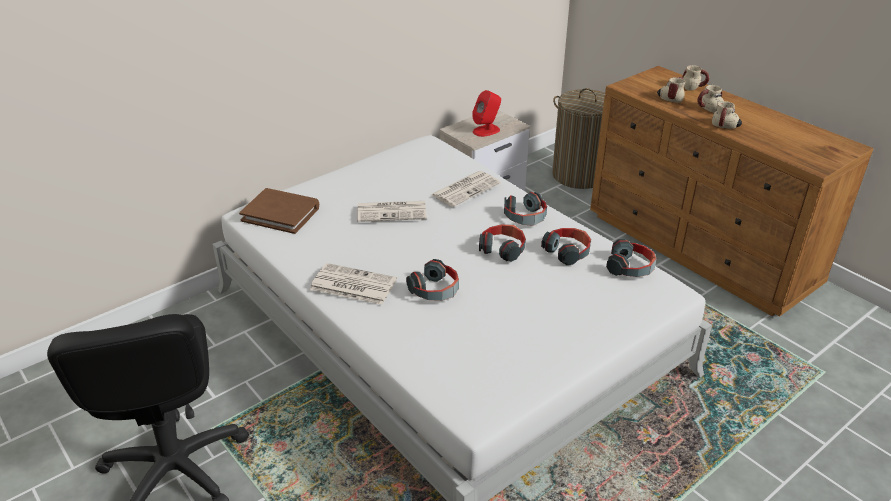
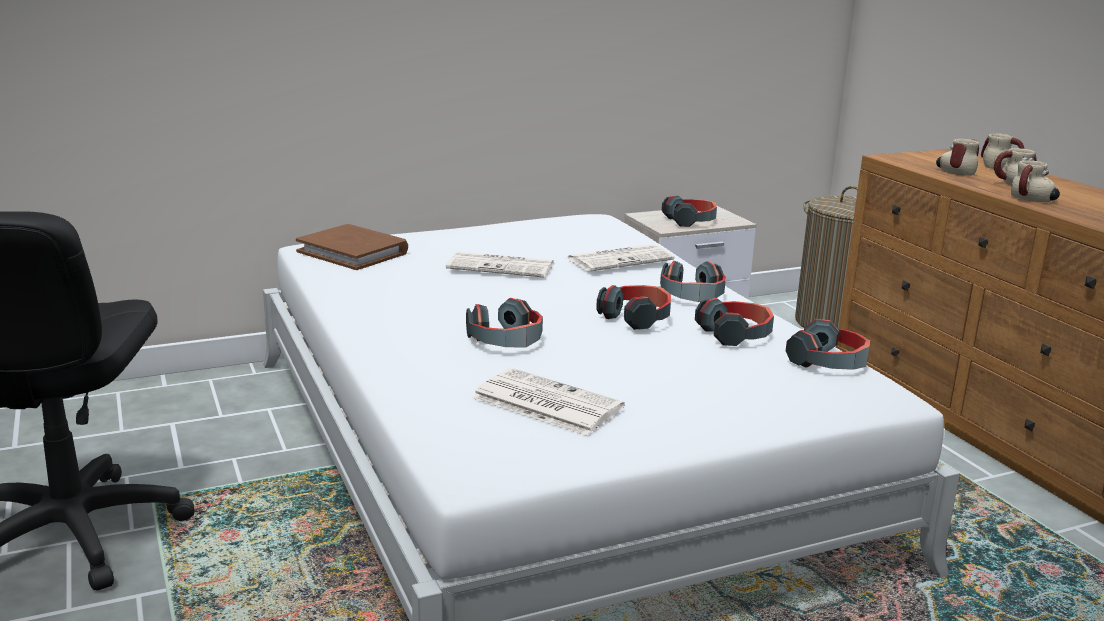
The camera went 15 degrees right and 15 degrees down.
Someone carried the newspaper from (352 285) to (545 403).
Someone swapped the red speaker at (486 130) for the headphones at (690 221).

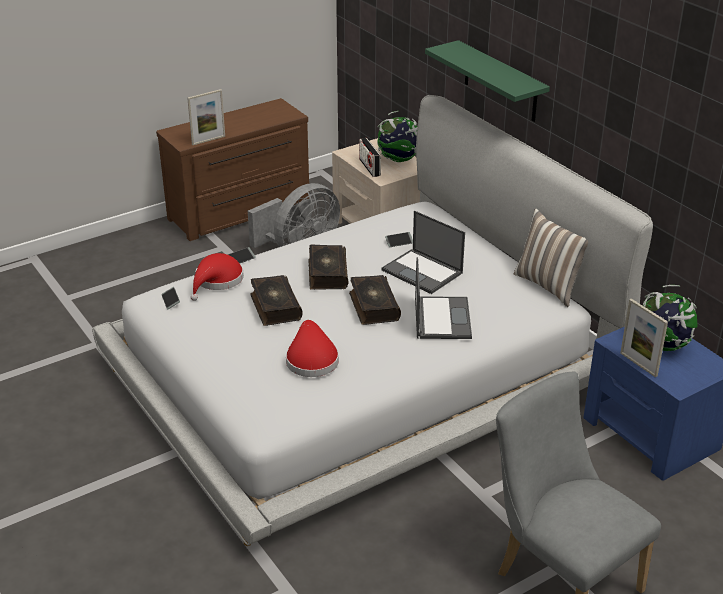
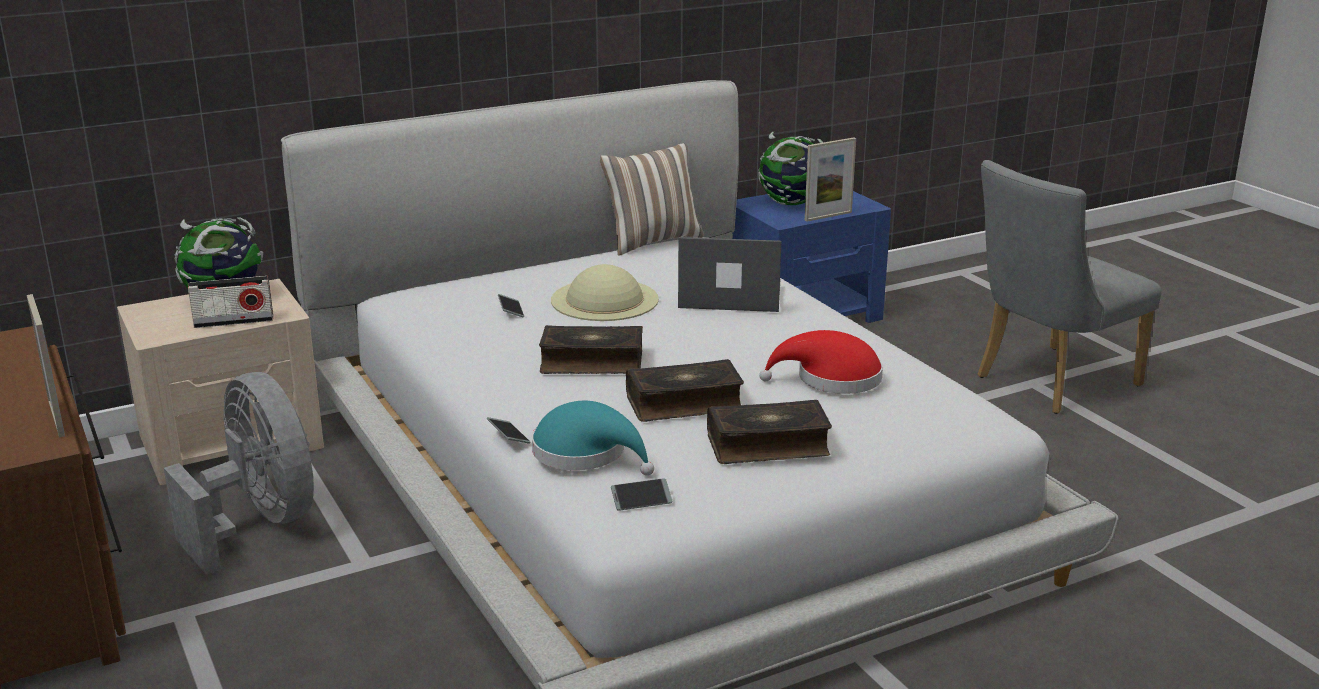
The camera went 85 degrees left and 10 degrees down.
Someone took away the green shelf at (500 82).
Someone carried the book from (373 306) to (768 445).
Someone swapped the laptop at (423 272) for the beige hat at (604 300).
Someone repainted the red hat at (217 281), which became the turquoise hat at (586 453).

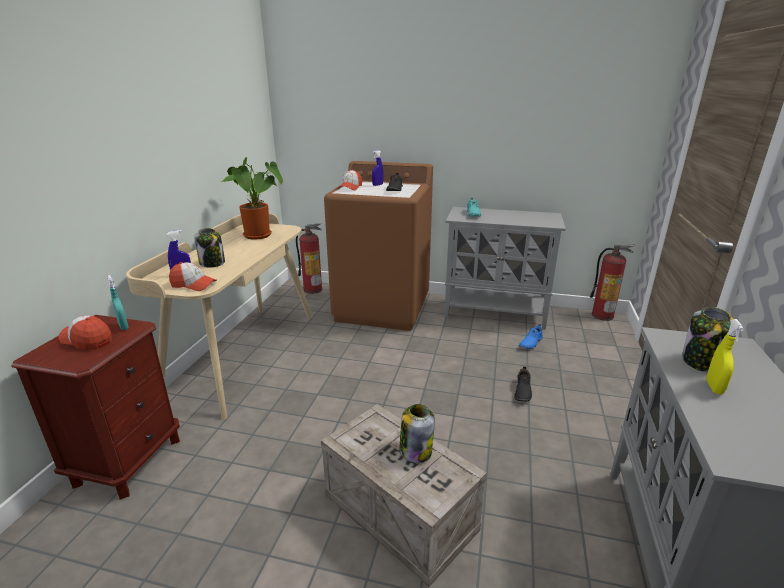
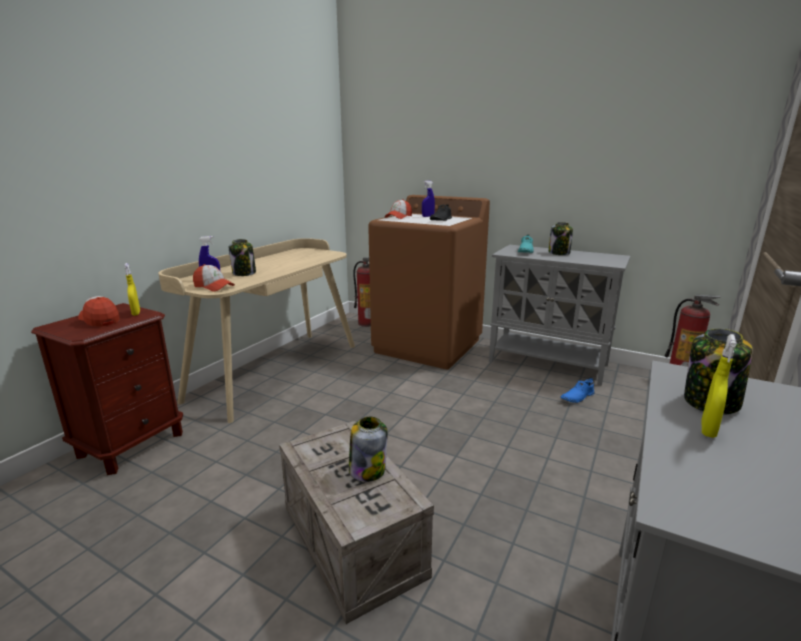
The camera went 15 degrees right and 5 degrees down.
Someone took away the potted plant at (260 236).
Someone took away the black shoe at (522 391).
Someone put down the jar at (559 253).
Someone repainted the turquoise spray bottle at (123 327), which became the yellow spray bottle at (136 313).

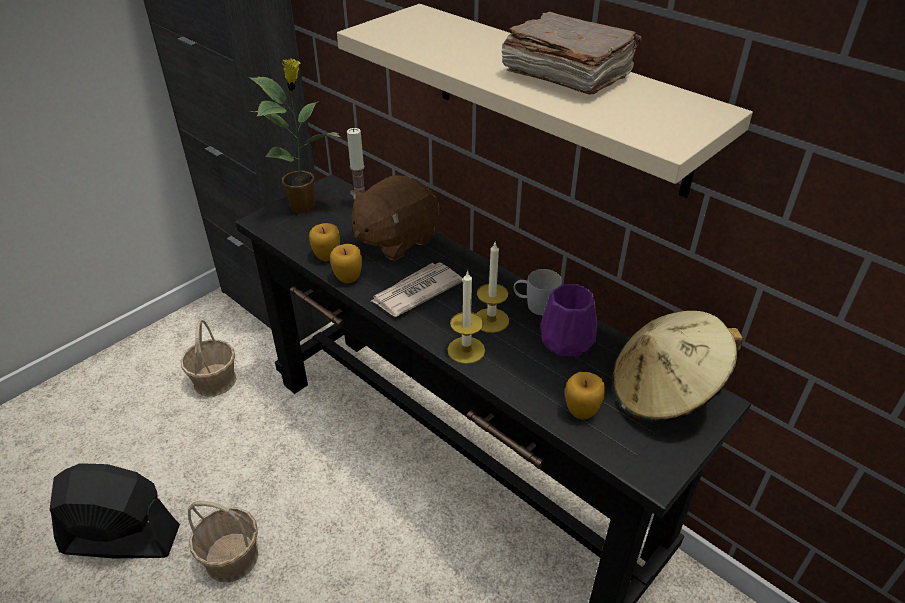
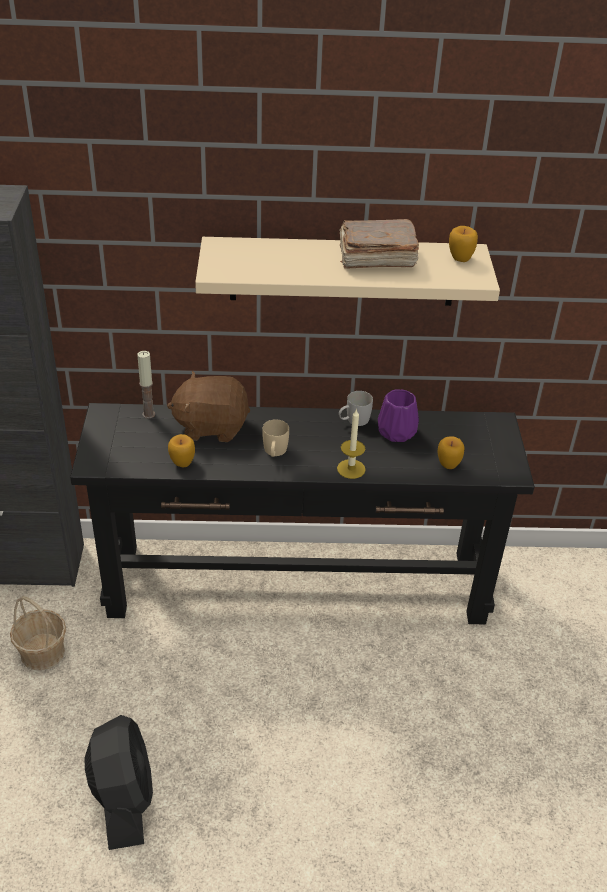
The camera went 45 degrees left and 0 degrees up.
Someone took away the basket at (232 558).
Someone took away the potted plant at (304 206).
Someone took away the candle at (491 320).
Someone took away the beige hat at (664 392).
Someone carried the apple from (348 278) to (460 258).
Someone swapped the newspaper at (415 292) for the beige mug at (274 452).
Someone rotated the black fan at (121 539) by 120 degrees clockwise.
Someone rotated the brown plush toy at (395 239) by 90 degrees clockwise.

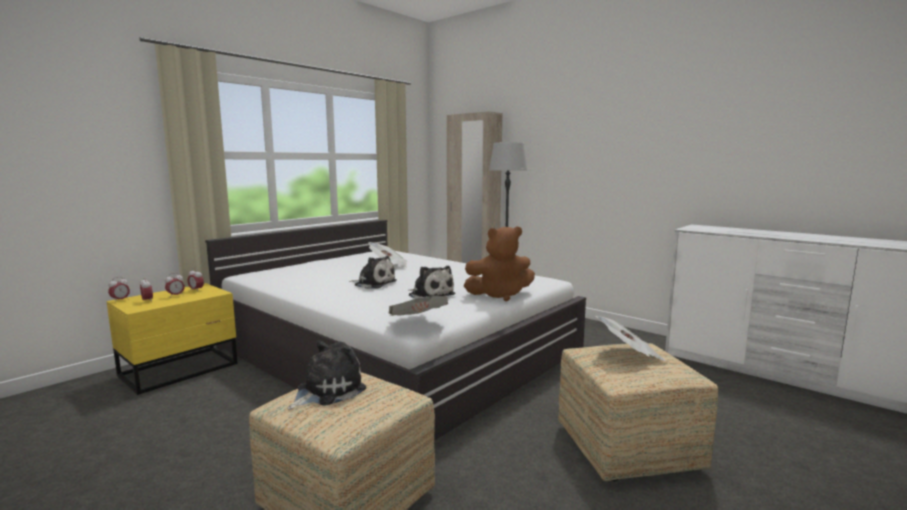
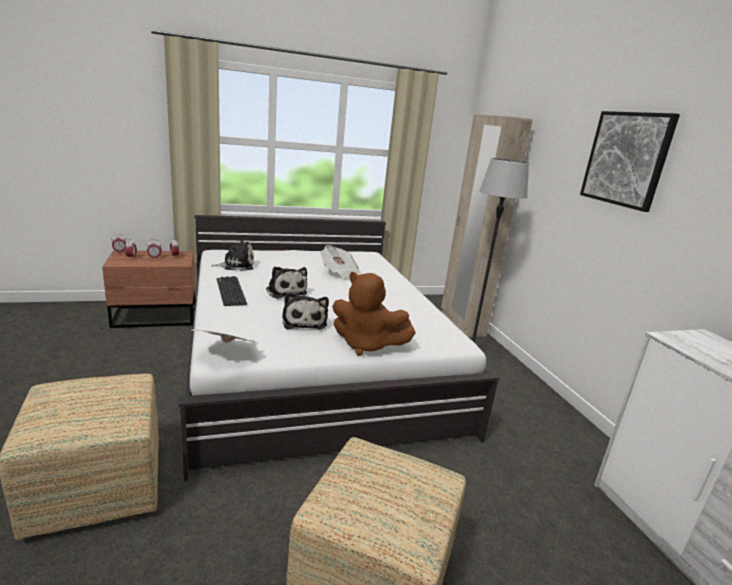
The camera went 30 degrees right and 10 degrees up.
Someone took away the newspaper at (629 355).
Someone put down the keyboard at (230 291).
Someone put up the picture at (626 159).
Someone carried the plush toy from (327 391) to (236 265).
Someone repainted the yellow nightstand at (181 370), which became the brown nightstand at (156 317).

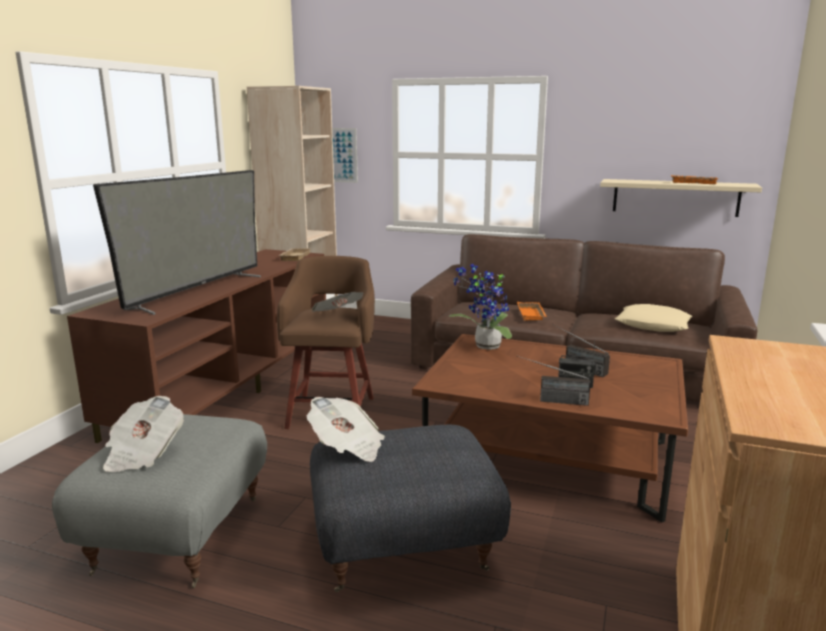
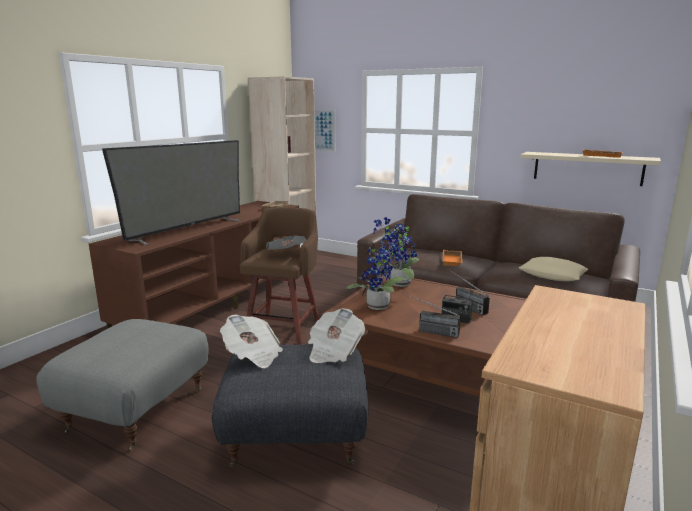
The camera went 10 degrees right and 0 degrees up.
Someone put down the potted plant at (380 307).
Someone carried the newspaper from (143 454) to (333 351).

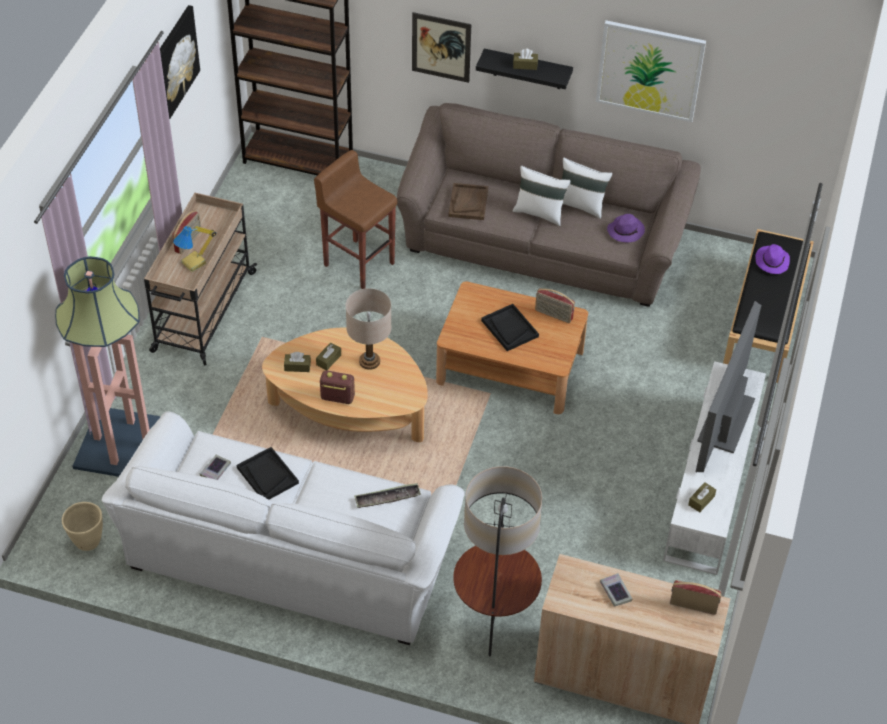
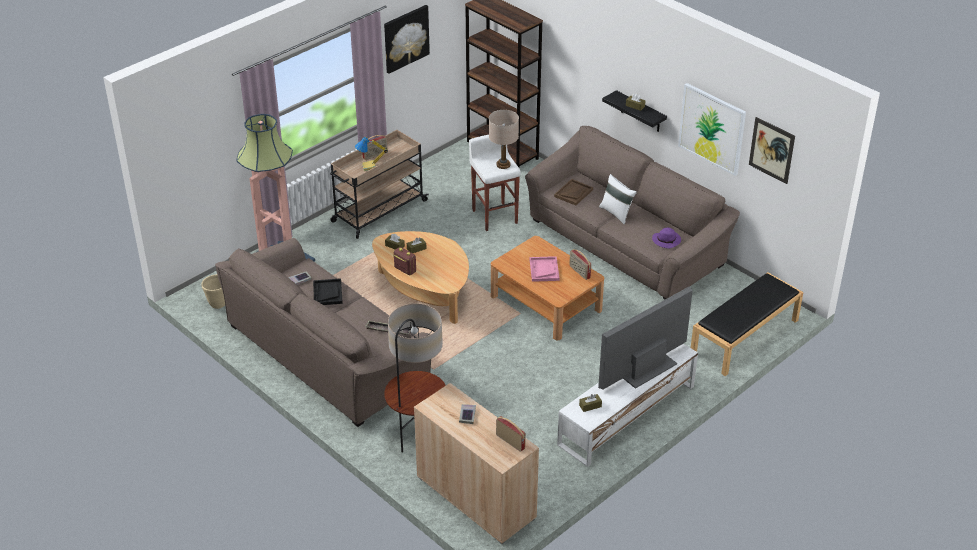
The camera went 30 degrees right and 10 degrees down.
Someone took away the white pillow at (580 205).
Someone took away the purple hat at (772 261).
Someone carried the beige table lamp from (369 361) to (503 165).
Someone carried the picture from (441 47) to (771 150).
Someone repainted the white sofa at (291 552), which became the brown sofa at (328 352).
Someone repainted the brown stool at (358 263), which became the white stool at (495 216).
Someone repainted the black tray at (509 328), which became the pink tray at (544 270).

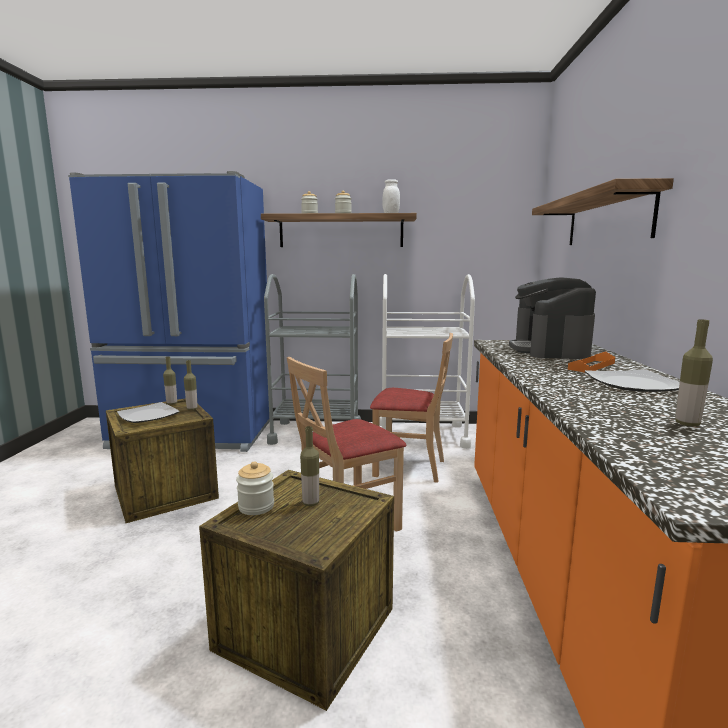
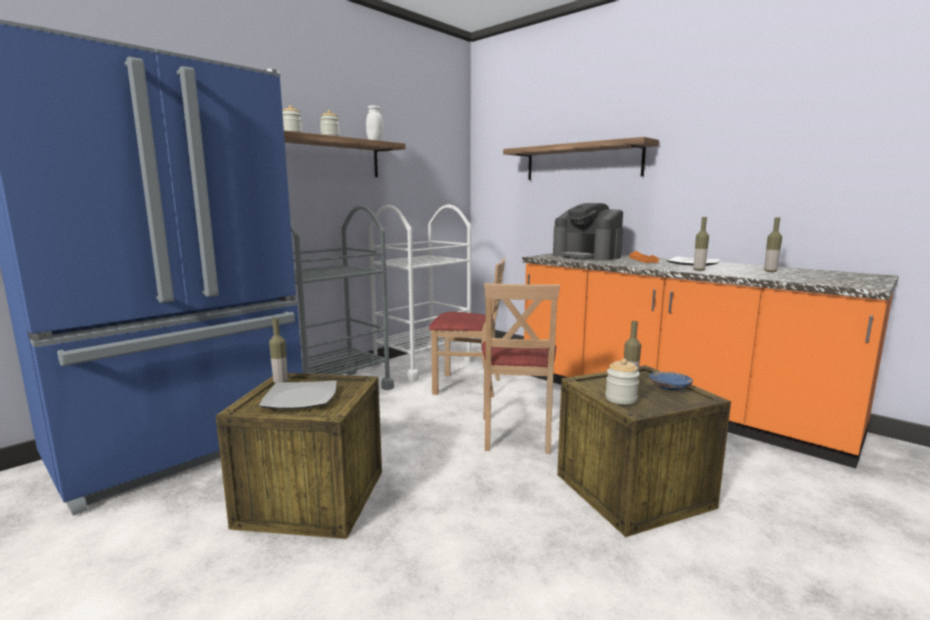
The camera went 50 degrees left and 0 degrees up.
Someone put down the blue plate at (669 387).
Someone carried the bottle from (192 409) to (699 270).
Someone rotated the beige chair at (409 467) by 45 degrees clockwise.

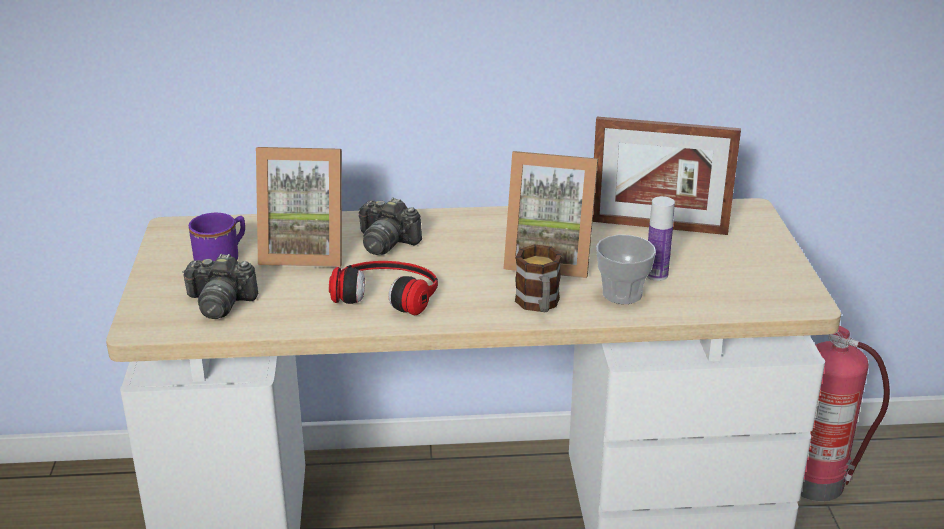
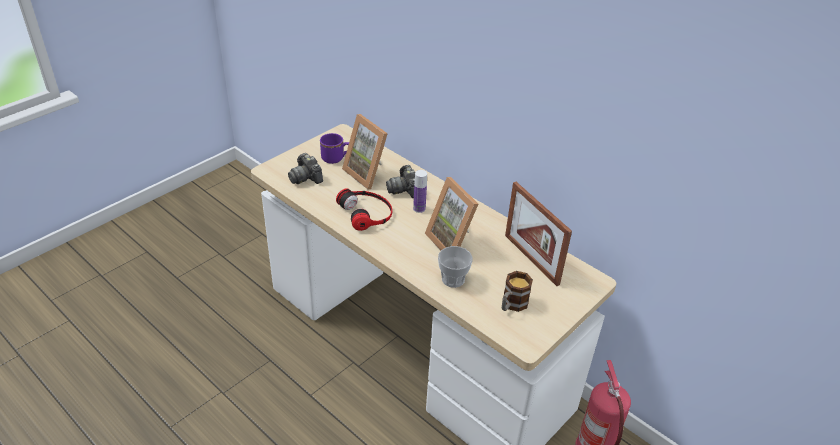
The camera went 45 degrees right and 10 degrees up.
Someone carried the mug from (539 305) to (512 305).
Someone carried the bottle from (656 274) to (419 209).

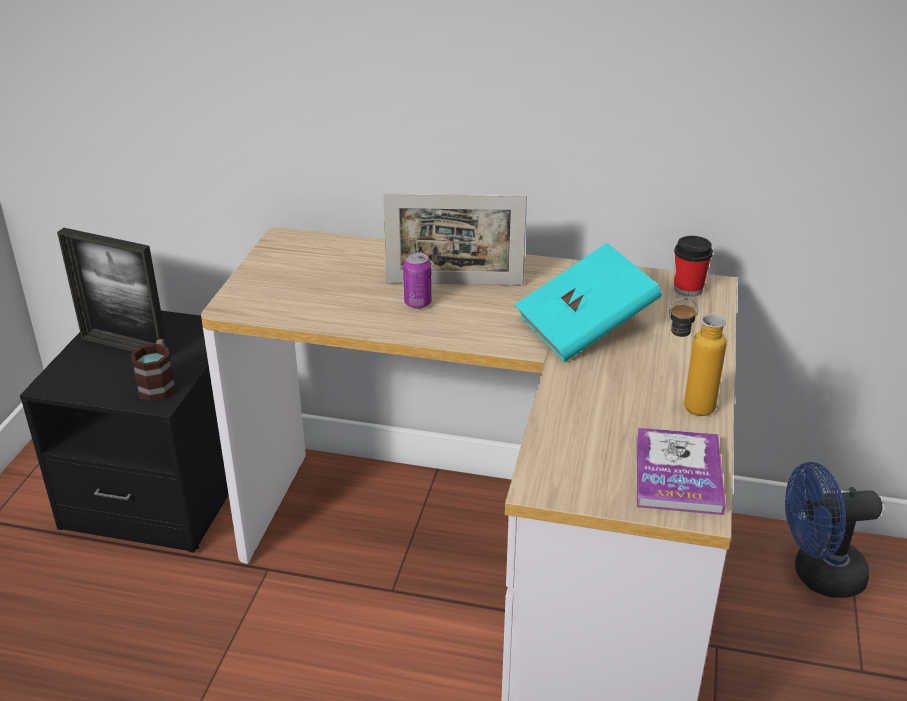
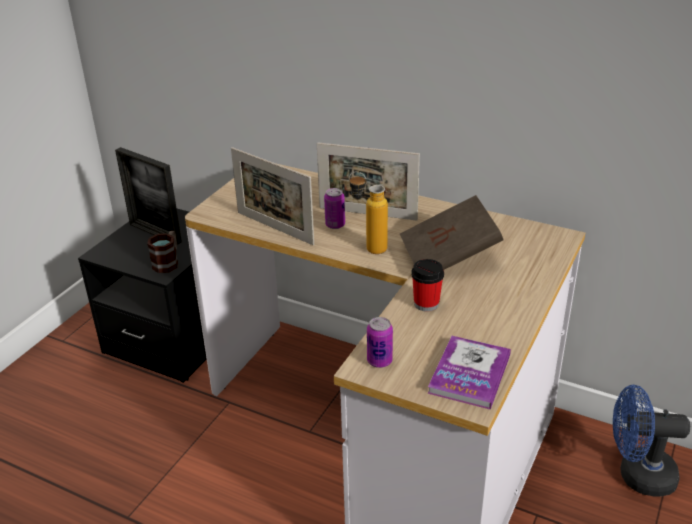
The camera went 15 degrees right and 0 degrees up.
Someone put down the picture frame at (274 228).
Someone put down the can at (379 361).
Someone carried the bottle from (685 407) to (368 248).
Someone carried the cup from (688 289) to (426 304).
Someone repainted the turquoise book at (585 328), which became the brown book at (448 257).

